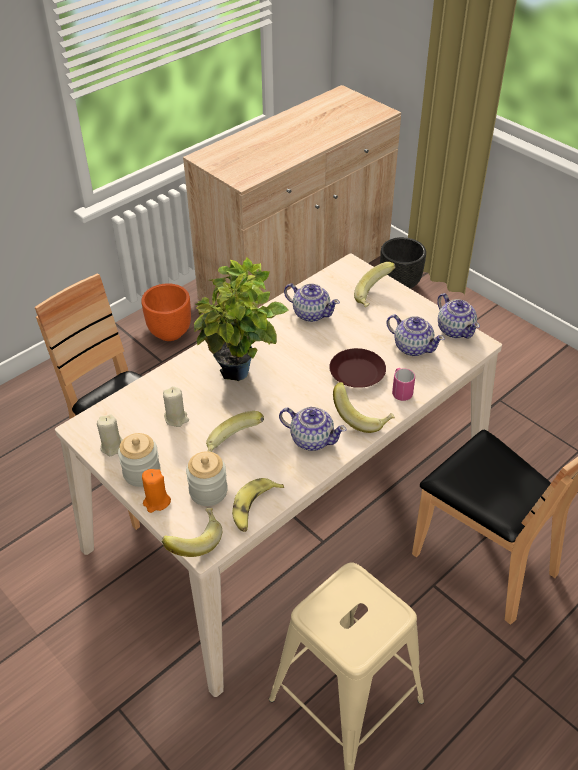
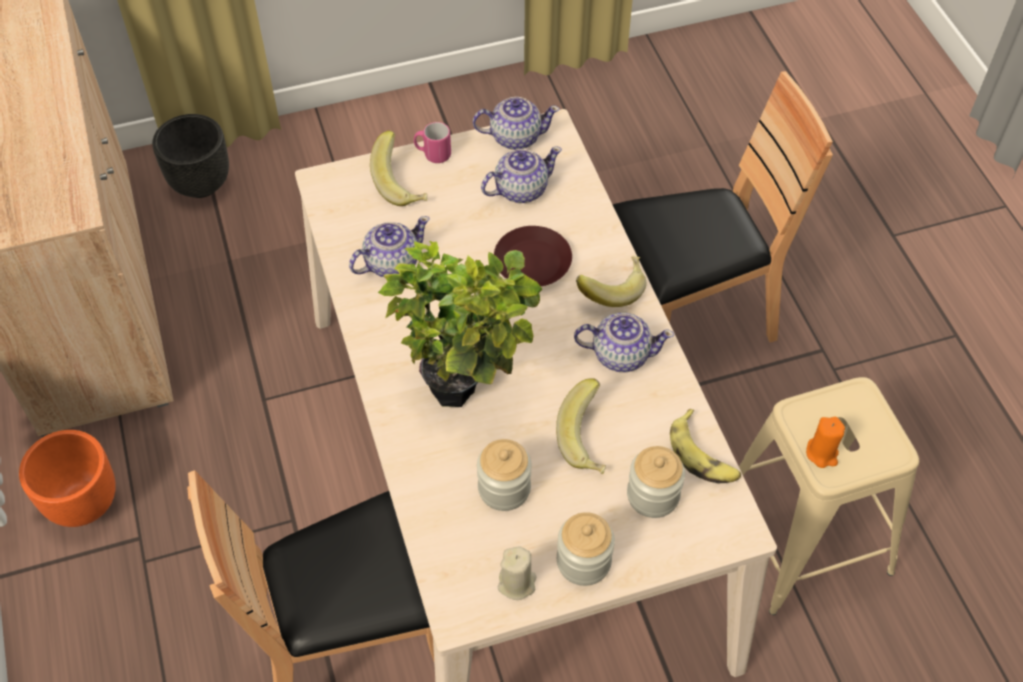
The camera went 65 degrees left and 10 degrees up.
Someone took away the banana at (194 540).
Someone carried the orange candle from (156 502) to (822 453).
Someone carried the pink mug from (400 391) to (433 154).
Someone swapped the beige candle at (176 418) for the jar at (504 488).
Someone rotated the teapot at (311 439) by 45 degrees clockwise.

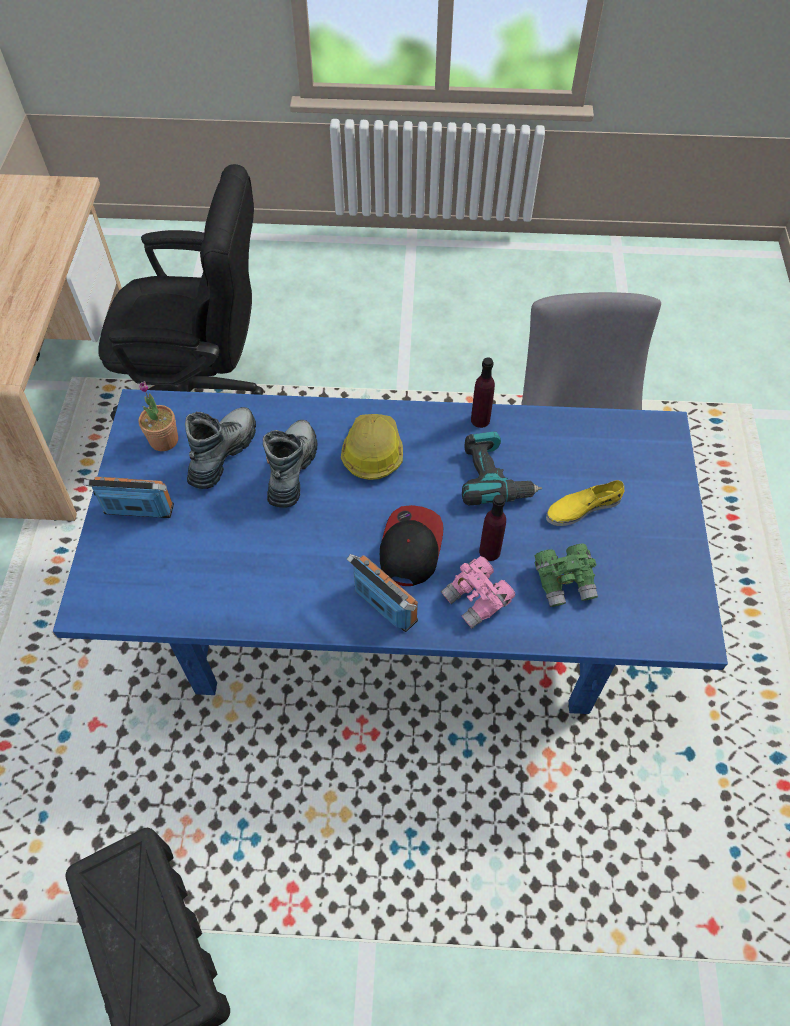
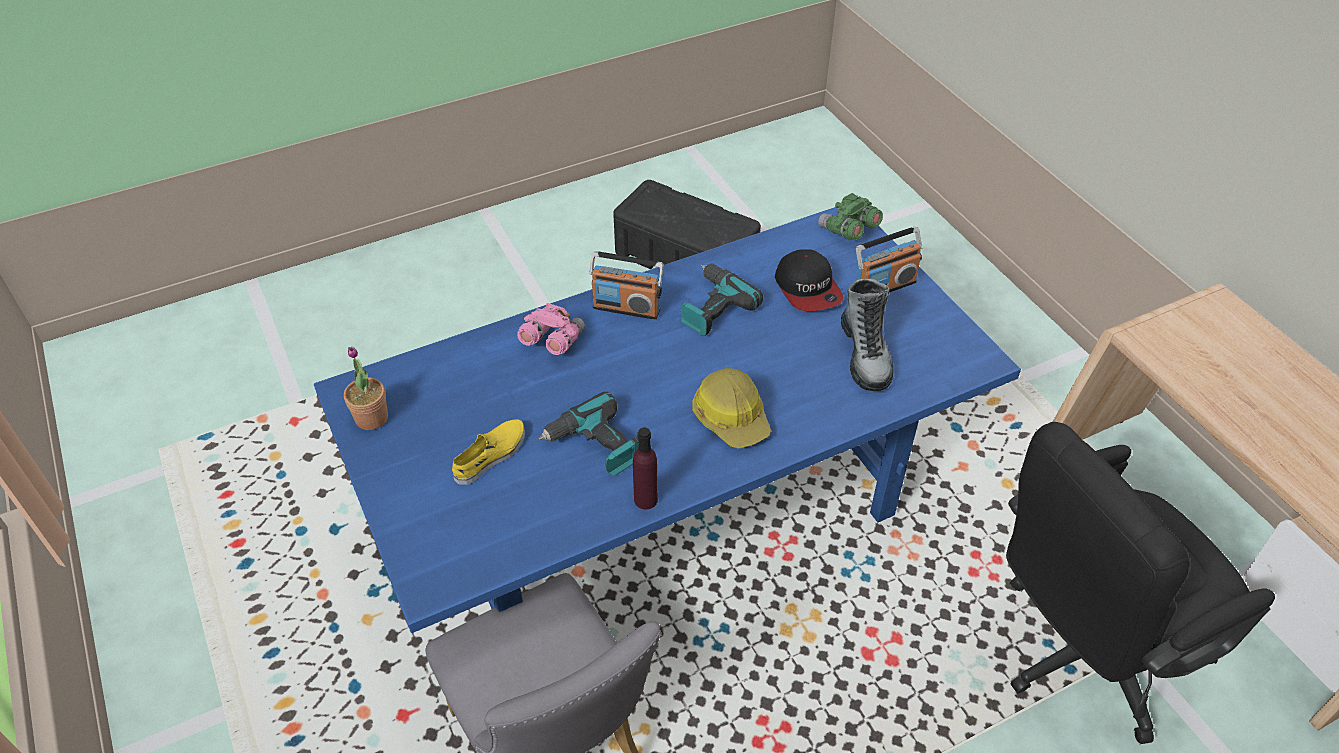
The camera went 150 degrees right and 10 degrees down.
Someone took away the boot at (292 470).
Someone took away the purple bottle at (489 551).
Someone put down the power drill at (712 307).
Someone carried the potted plant from (164 440) to (371 418).
Someone carried the cap from (410 547) to (808 288).
Someone carried the green binoculars from (564 581) to (848 230).

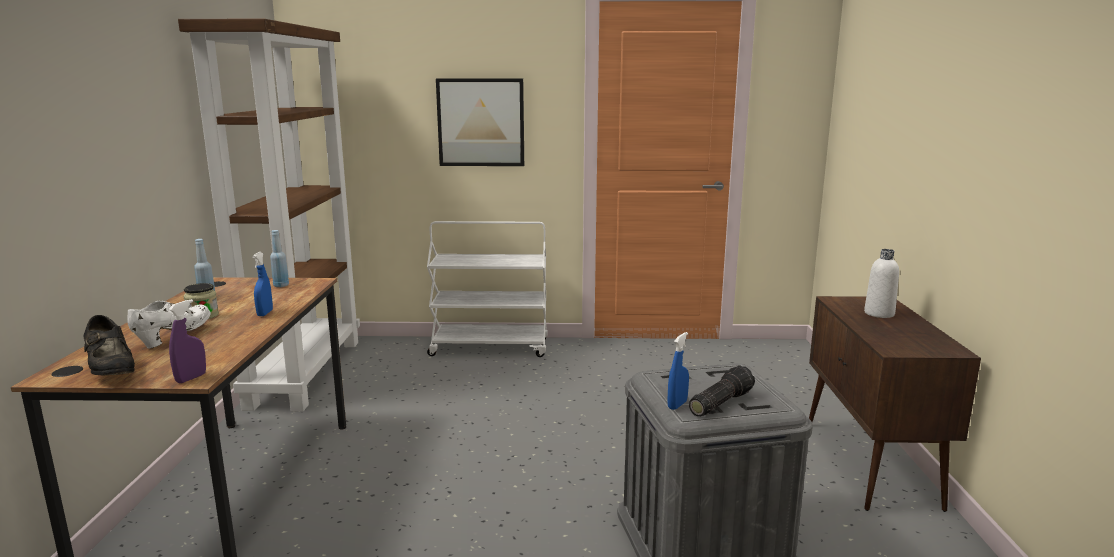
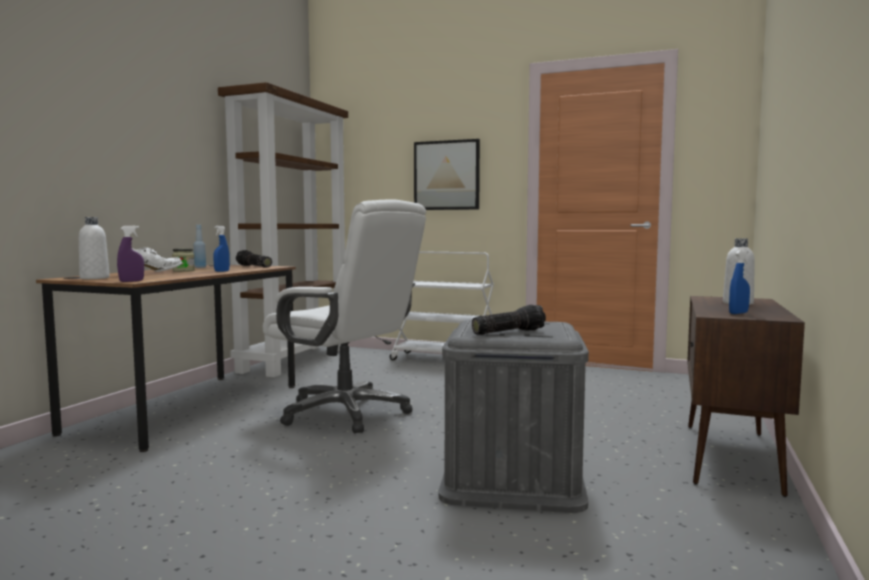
The camera went 20 degrees right and 10 degrees down.
Someone put down the white office chair at (346 413).
Someone carried the blue spray bottle from (677 405) to (738 313).
Someone swapped the black shoe at (111 371) for the white bottle at (94 278).
Someone swapped the blue bottle at (281 285) for the flashlight at (253 266).

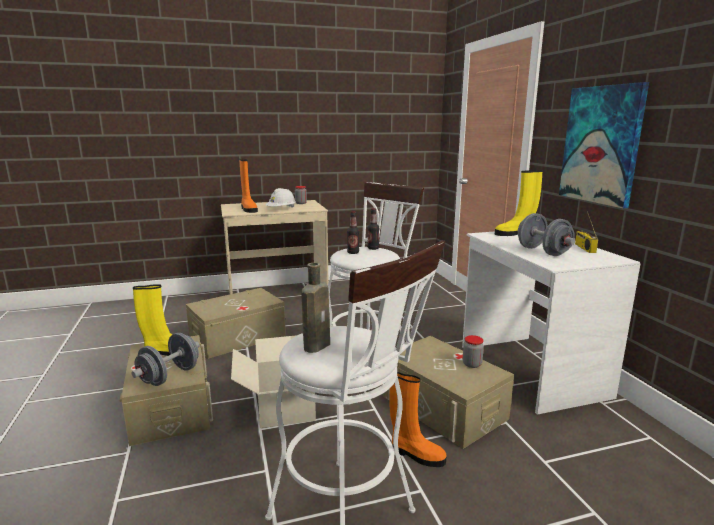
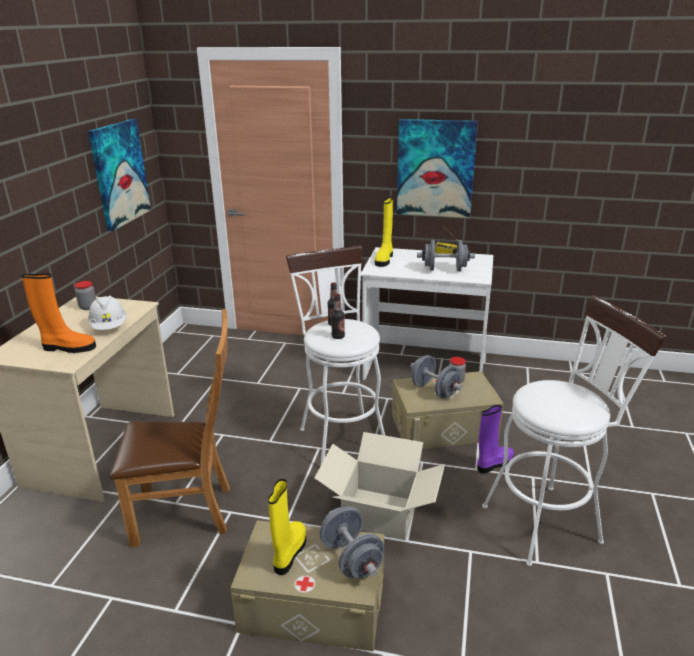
The camera went 60 degrees left and 10 degrees up.
Someone took away the brown bottle at (318 345).
Someone put up the picture at (119 173).
Someone put down the grey dumbbell at (434 390).
Someone swapped the beige storage box at (237 337) for the brown chair at (190 512).
Someone repainted the orange boot at (416 454), which became the purple boot at (494 464).

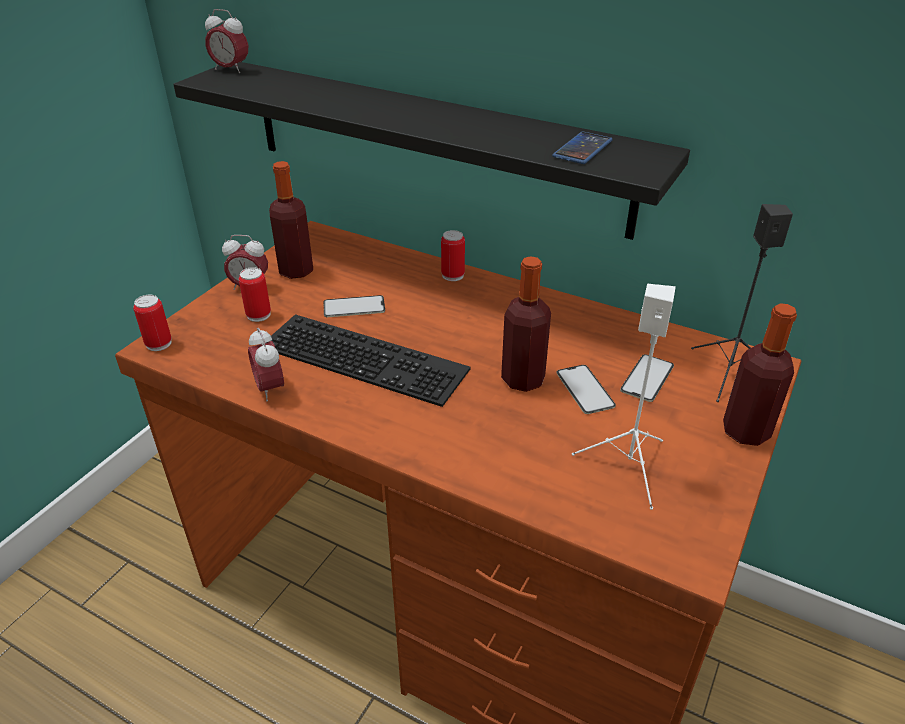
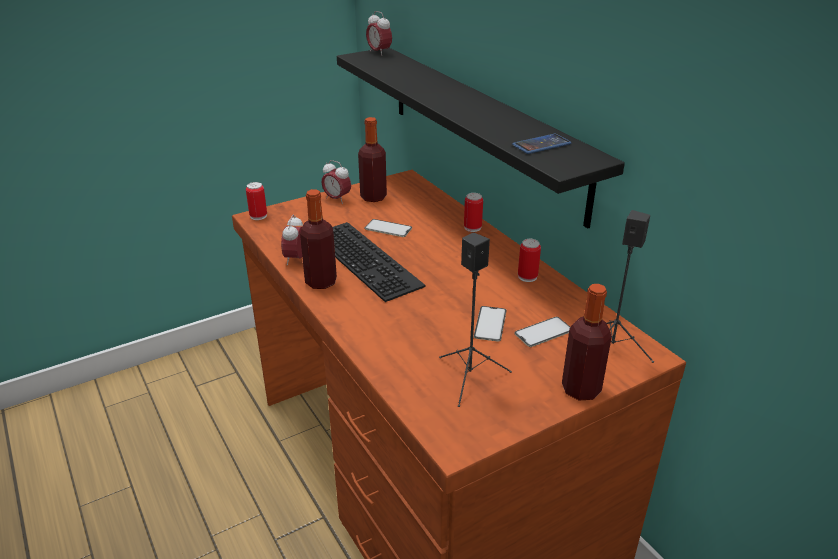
The camera went 30 degrees right and 5 degrees down.
Someone carried the can from (258 315) to (527 276).
Someone carried the bottle from (523 379) to (321 282).
Someone repainted the white speaker at (628 465), which became the black speaker at (470 377).

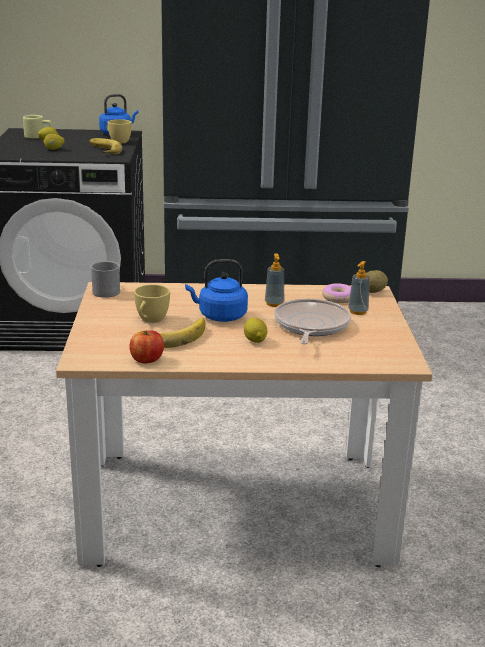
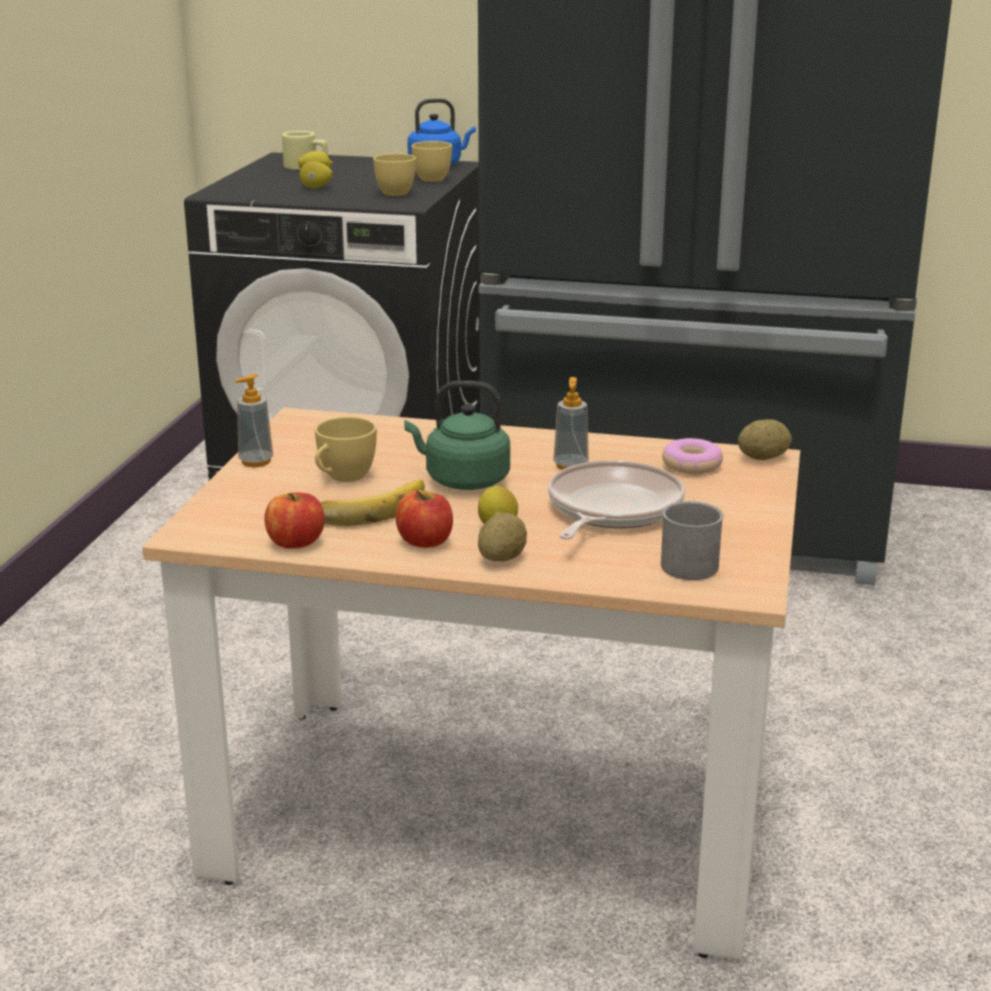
The camera went 15 degrees right and 0 degrees up.
Someone put down the apple at (425 542).
Someone put down the potato at (502 558).
Someone carried the grey mug from (106 290) to (689 562).
Someone carried the soap dispenser from (358 311) to (256 462).
Someone swapped the banana at (102 150) for the yellow cup at (392 192).
Someone repainted the blue kettle at (220 316), which became the green kettle at (462 480).

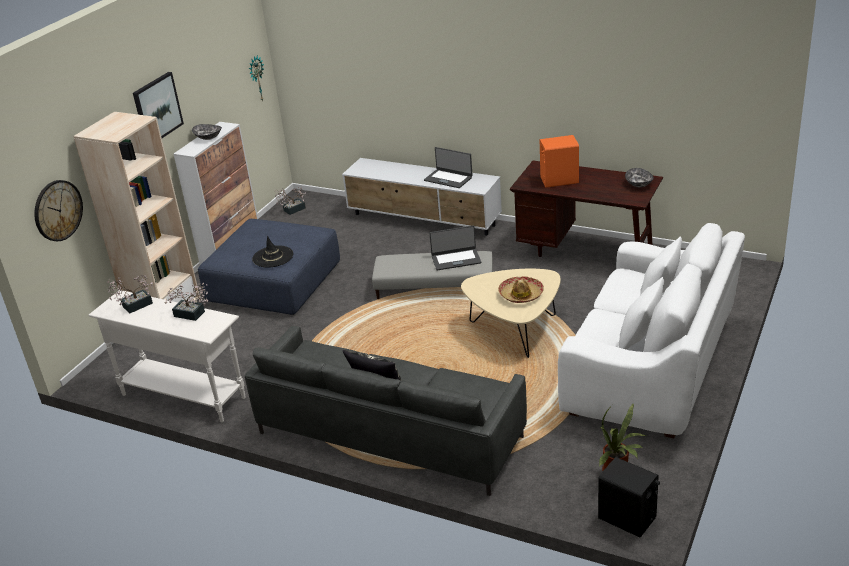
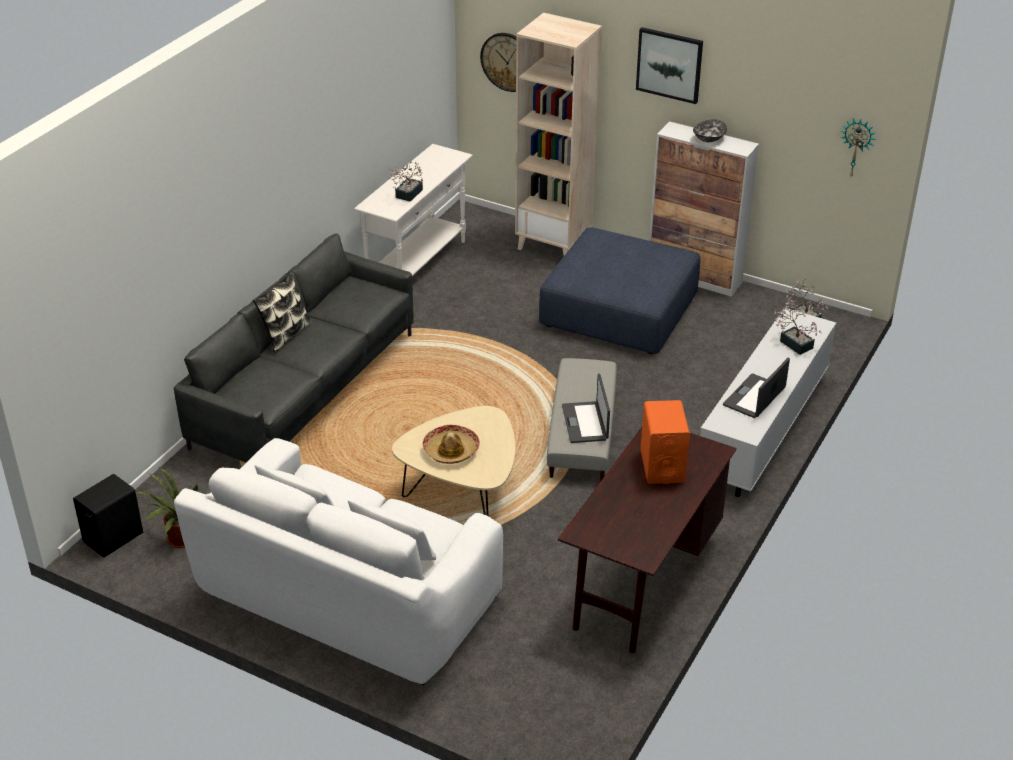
The camera went 90 degrees right and 5 degrees up.
Someone took away the black hat at (273 257).
Someone took away the bowl at (638 184).
Someone carried the potted plant from (134 306) to (794 342).

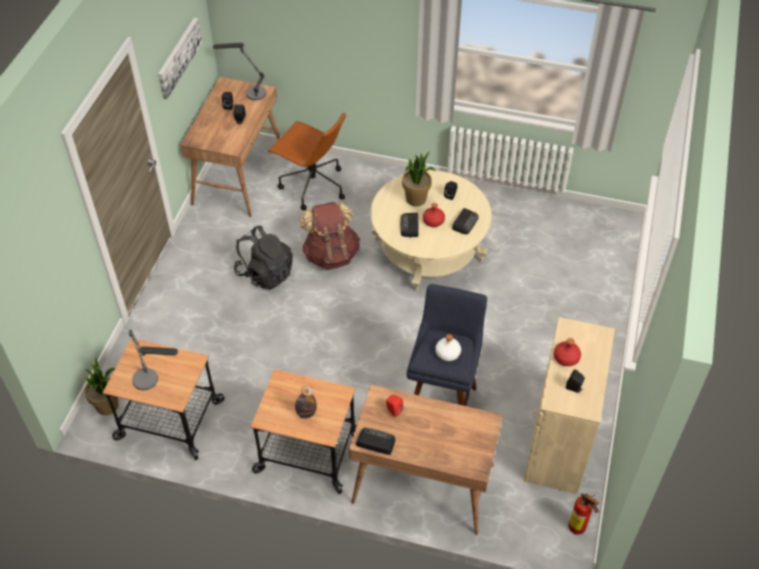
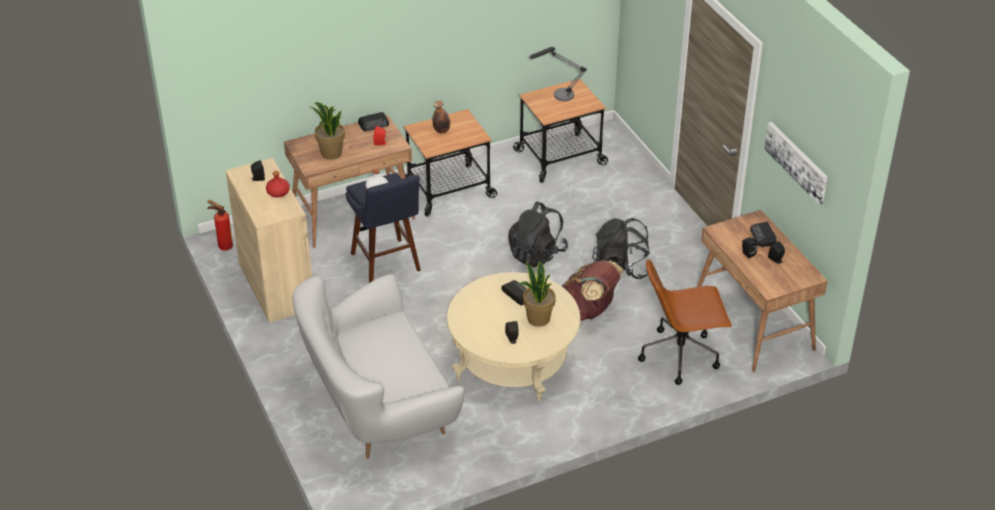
The camera went 140 degrees right and 10 degrees down.
Someone took away the table lamp at (249 93).
Someone took away the red bottle at (433 221).
Someone put down the white sofa at (377 404).
Someone put down the black backpack at (537 254).
Someone carried the potted plant from (108 406) to (331 153).
Someone carried the radio from (465 223) to (763 237).

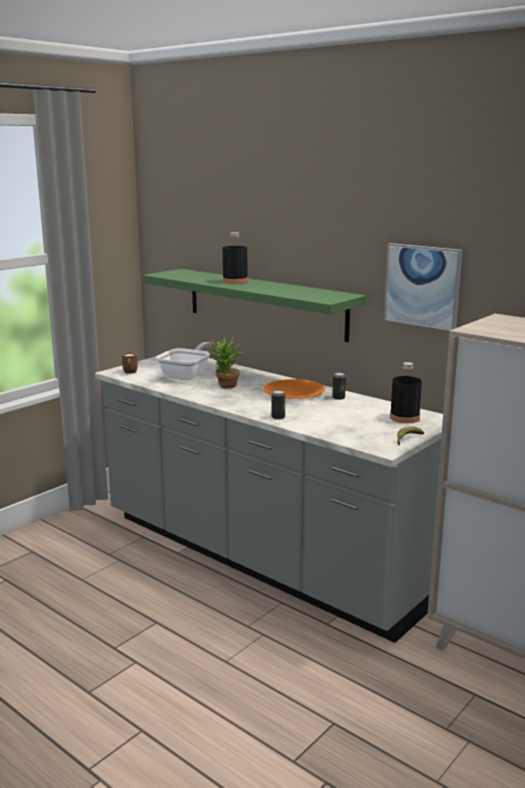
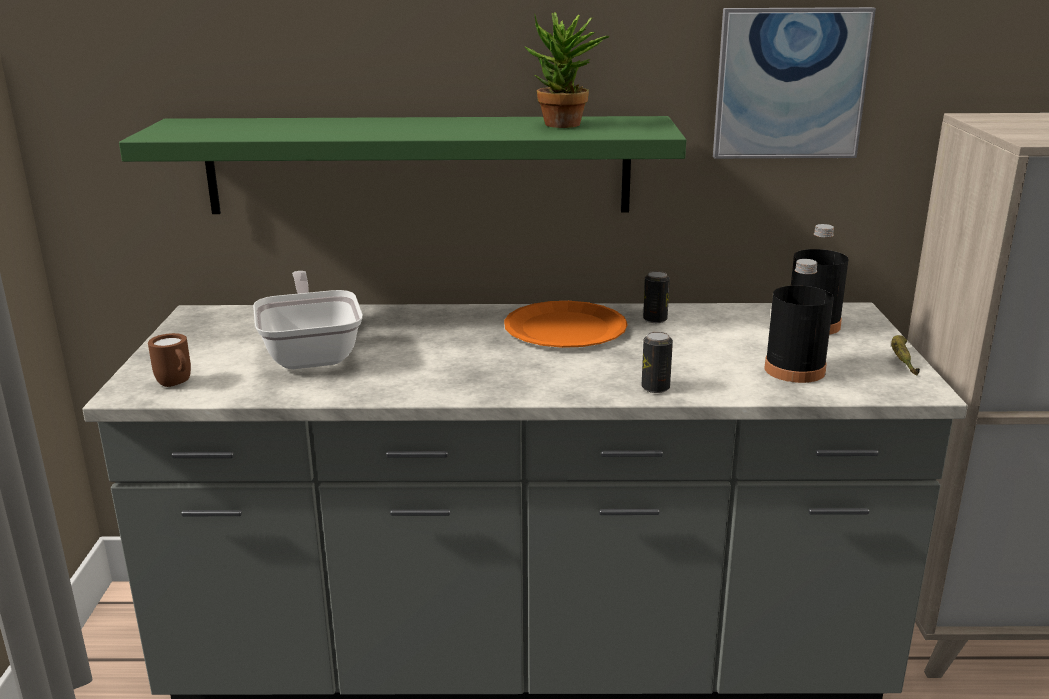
The camera went 40 degrees left and 5 degrees up.
Someone carried the potted plant from (226 387) to (564 126).
Someone carried the black bottle from (235 281) to (794 370).

